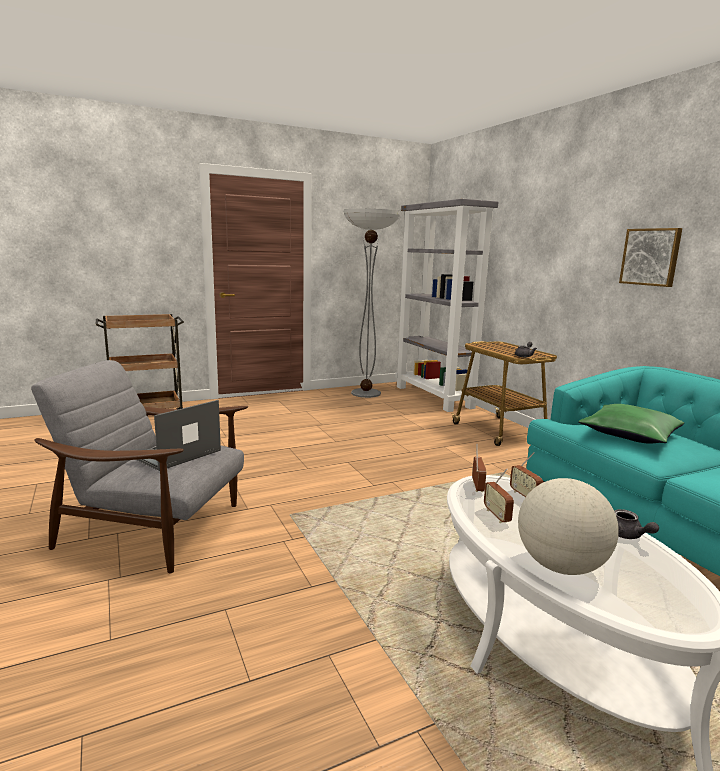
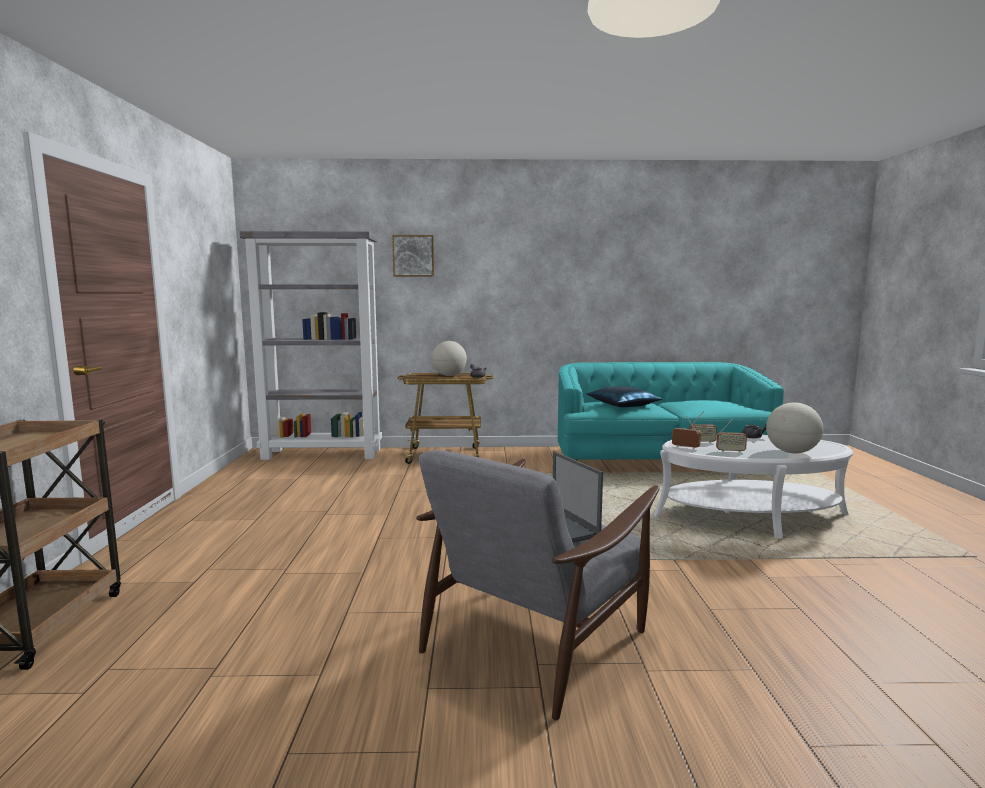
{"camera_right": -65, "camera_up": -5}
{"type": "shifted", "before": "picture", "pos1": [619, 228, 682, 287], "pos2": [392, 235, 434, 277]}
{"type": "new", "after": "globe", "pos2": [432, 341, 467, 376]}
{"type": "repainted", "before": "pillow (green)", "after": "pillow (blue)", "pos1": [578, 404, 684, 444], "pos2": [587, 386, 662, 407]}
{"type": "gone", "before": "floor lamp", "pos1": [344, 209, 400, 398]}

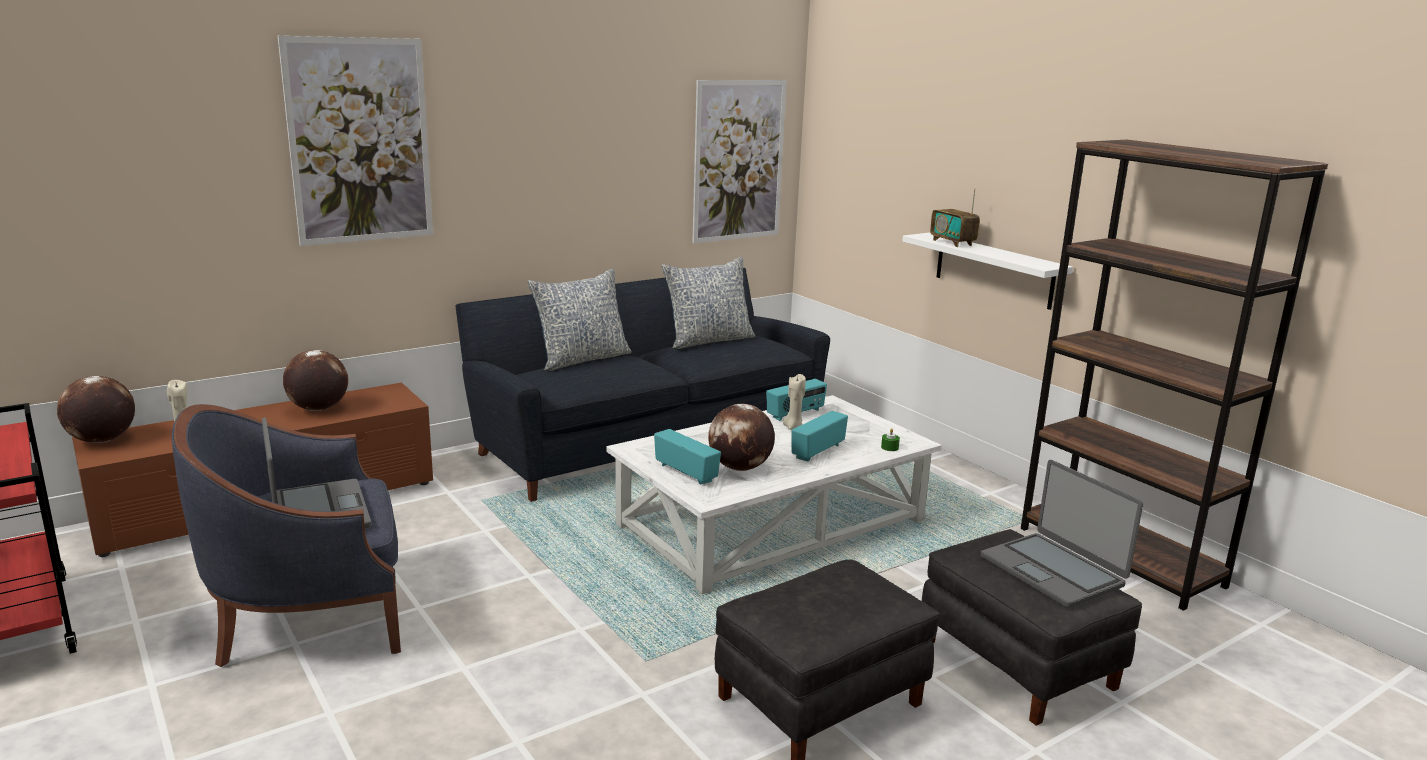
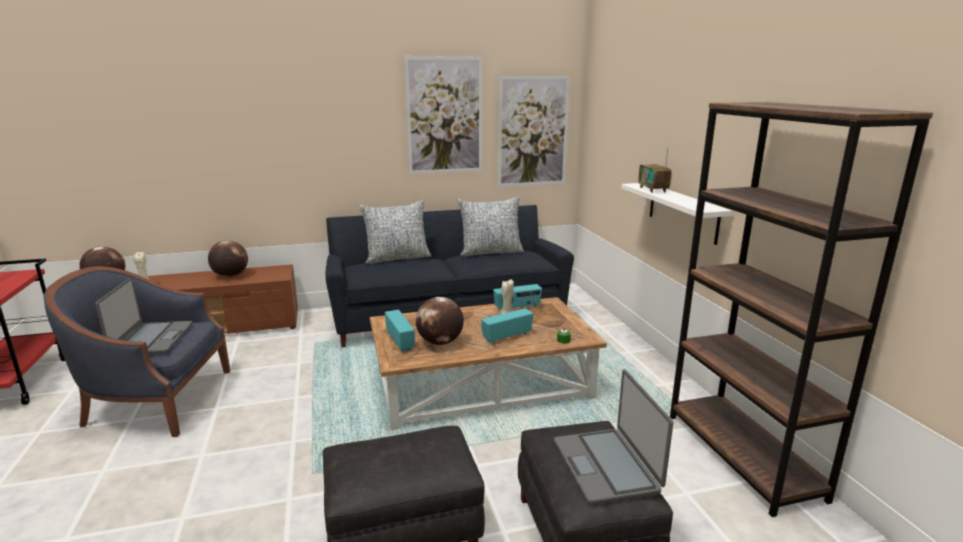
{"camera_right": 20, "camera_up": 0}
{"type": "repainted", "before": "coffee table (white)", "after": "coffee table (brown)", "pos1": [606, 395, 942, 594], "pos2": [370, 297, 607, 430]}
{"type": "shifted", "before": "picture", "pos1": [278, 36, 433, 246], "pos2": [404, 56, 482, 174]}

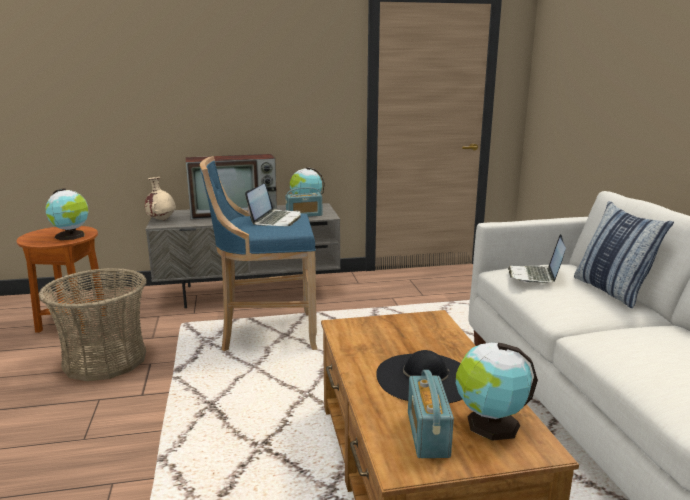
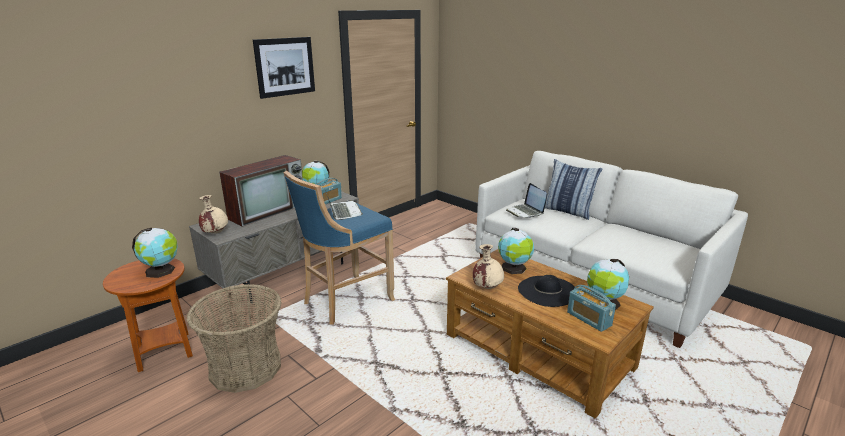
{"camera_right": -35, "camera_up": 5}
{"type": "new", "after": "picture", "pos2": [253, 37, 315, 99]}
{"type": "new", "after": "vase (beige)", "pos2": [473, 244, 504, 289]}
{"type": "new", "after": "globe", "pos2": [498, 228, 534, 274]}

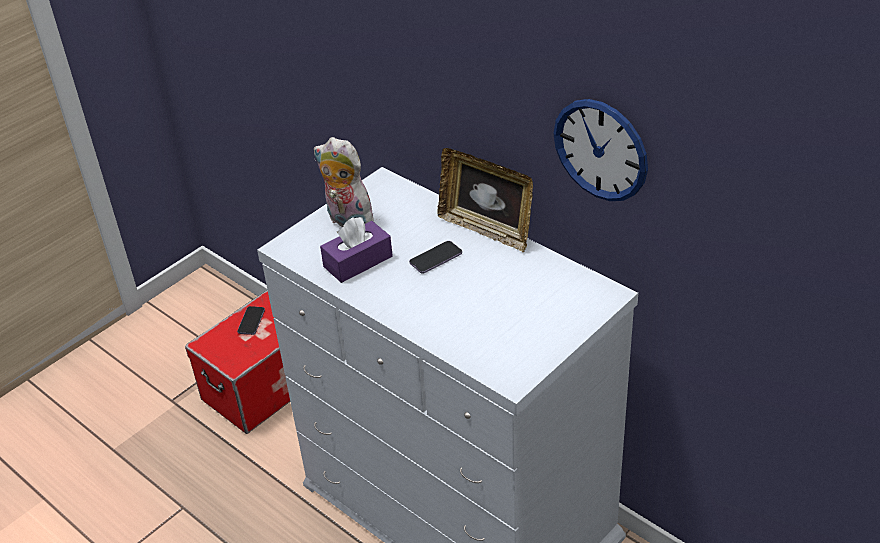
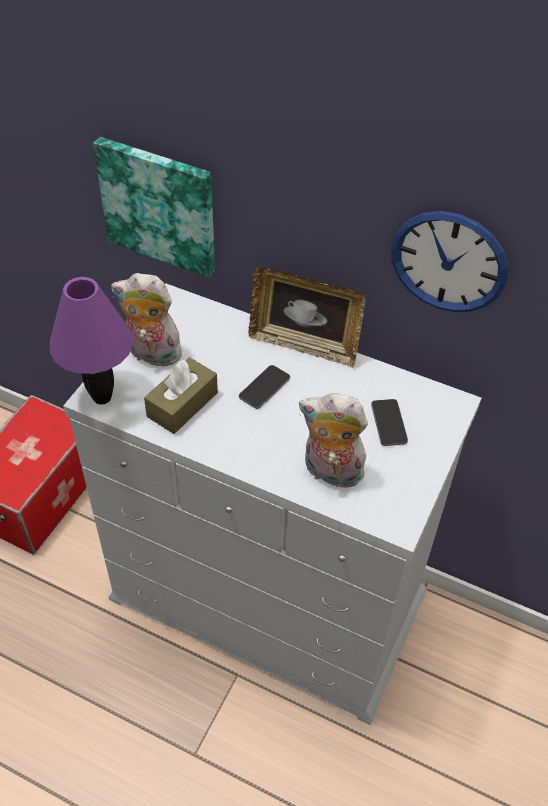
{"camera_right": -20, "camera_up": 10}
{"type": "new", "after": "table lamp (purple)", "pos2": [49, 277, 133, 405]}
{"type": "new", "after": "picture", "pos2": [93, 137, 215, 278]}
{"type": "repainted", "before": "tissue box (purple)", "after": "tissue box (brown)", "pos1": [320, 217, 393, 283], "pos2": [144, 357, 218, 434]}
{"type": "new", "after": "plush toy", "pos2": [299, 393, 368, 488]}
{"type": "shifted", "before": "phone", "pos1": [237, 306, 265, 335], "pos2": [371, 399, 408, 446]}

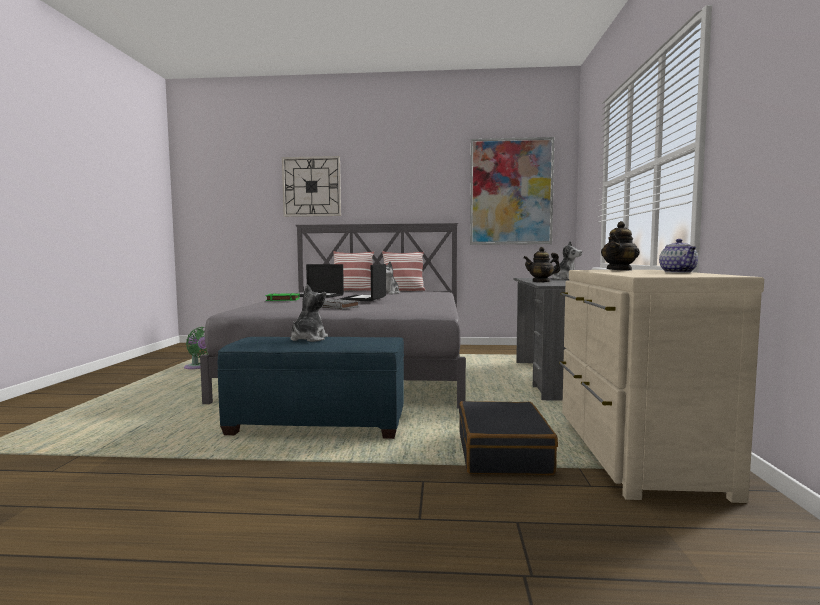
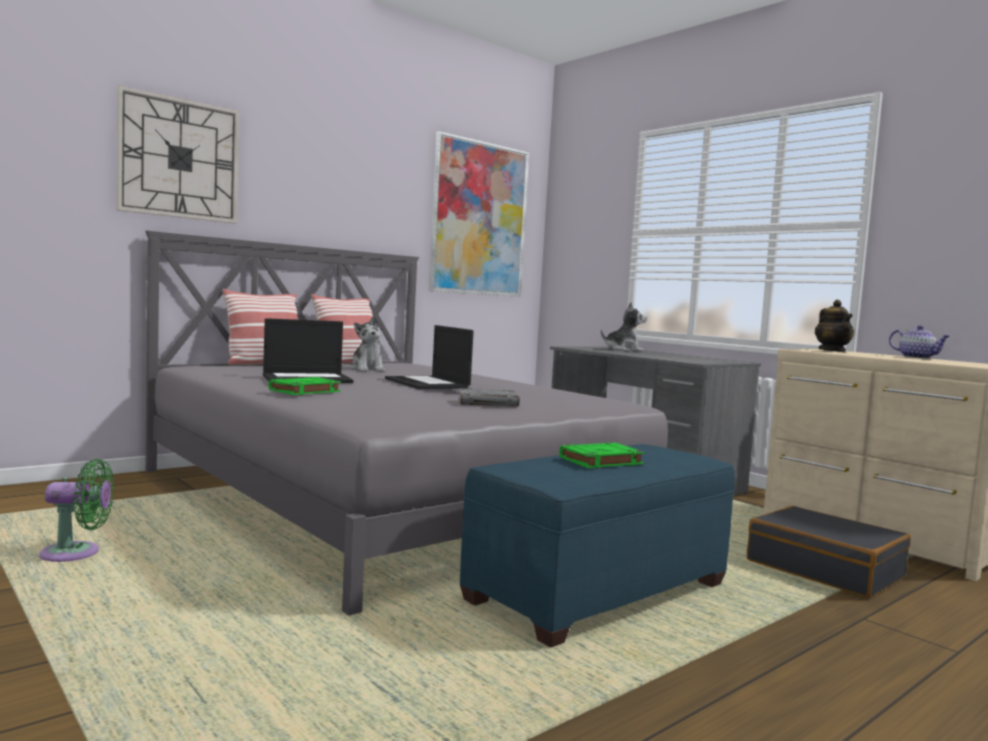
{"camera_right": -45, "camera_up": 0}
{"type": "swapped", "before": "plush toy", "after": "book (green)", "pos1": [290, 284, 328, 342], "pos2": [559, 443, 645, 468]}
{"type": "gone", "before": "teapot", "pos1": [523, 247, 560, 282]}

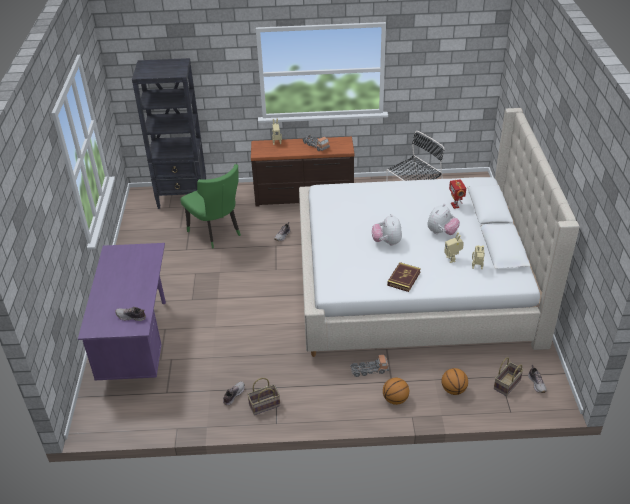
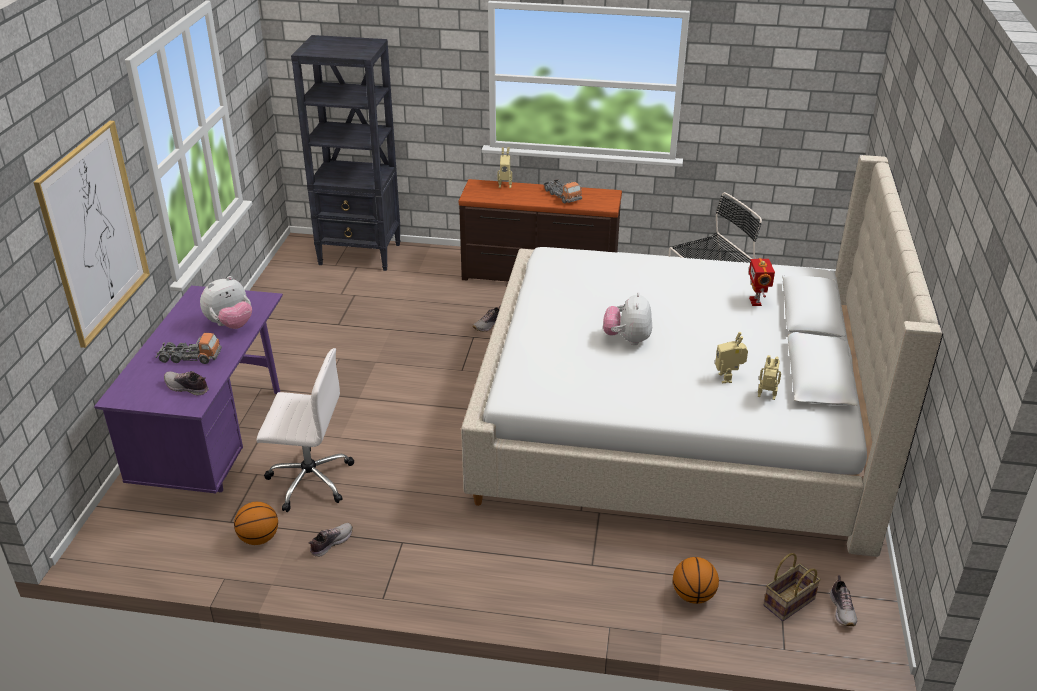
{"camera_right": 10, "camera_up": -5}
{"type": "new", "after": "picture", "pos2": [33, 121, 150, 348]}
{"type": "shifted", "before": "toy truck", "pos1": [350, 355, 389, 377], "pos2": [156, 333, 222, 364]}
{"type": "shifted", "before": "plush toy", "pos1": [427, 204, 460, 235], "pos2": [200, 276, 252, 329]}
{"type": "shifted", "before": "basketball", "pos1": [383, 378, 409, 405], "pos2": [234, 502, 278, 545]}
{"type": "new", "after": "office chair (white)", "pos2": [256, 348, 354, 512]}
{"type": "gone", "before": "chair (green)", "pos1": [181, 164, 241, 248]}
{"type": "gone", "before": "basket", "pos1": [247, 378, 280, 415]}
{"type": "gone", "before": "book", "pos1": [387, 262, 421, 292]}

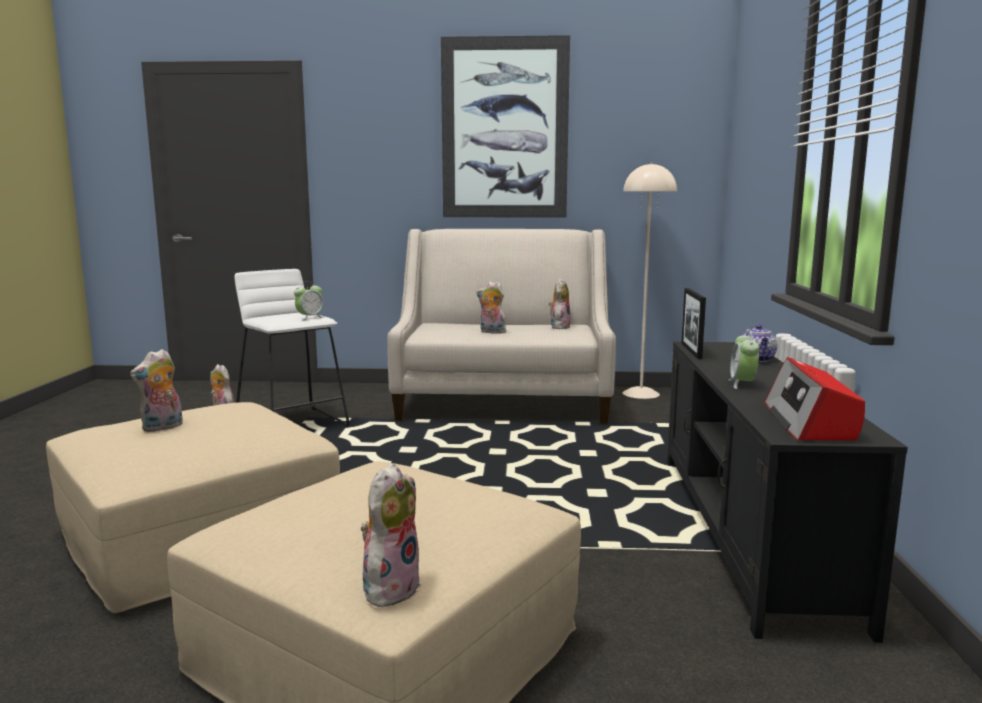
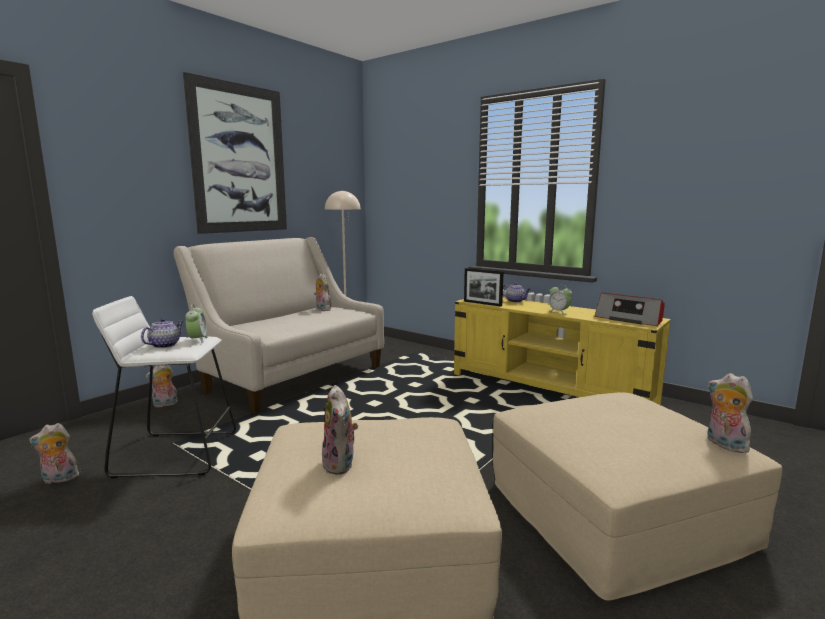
{"camera_right": -55, "camera_up": 0}
{"type": "new", "after": "teapot", "pos2": [141, 318, 183, 348]}
{"type": "shifted", "before": "plush toy", "pos1": [476, 281, 506, 334], "pos2": [145, 365, 178, 407]}
{"type": "repainted", "before": "tv stand (black)", "after": "tv stand (yellow)", "pos1": [667, 342, 908, 643], "pos2": [454, 298, 671, 405]}

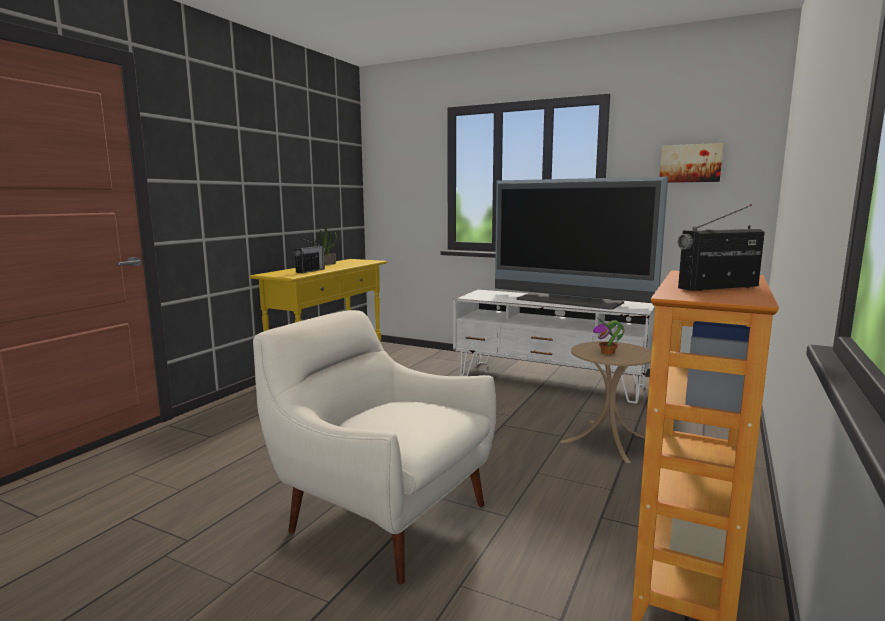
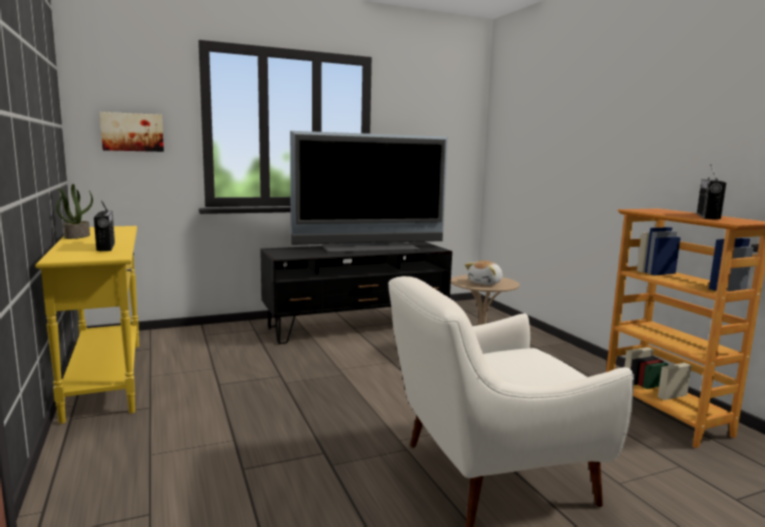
{"camera_right": -50, "camera_up": 0}
{"type": "shifted", "before": "picture", "pos1": [660, 143, 723, 183], "pos2": [100, 112, 164, 152]}
{"type": "repainted", "before": "tv stand (white)", "after": "tv stand (black)", "pos1": [453, 290, 655, 404], "pos2": [260, 242, 452, 344]}
{"type": "swapped", "before": "potted plant", "after": "plush toy", "pos1": [593, 319, 624, 355], "pos2": [465, 261, 503, 285]}

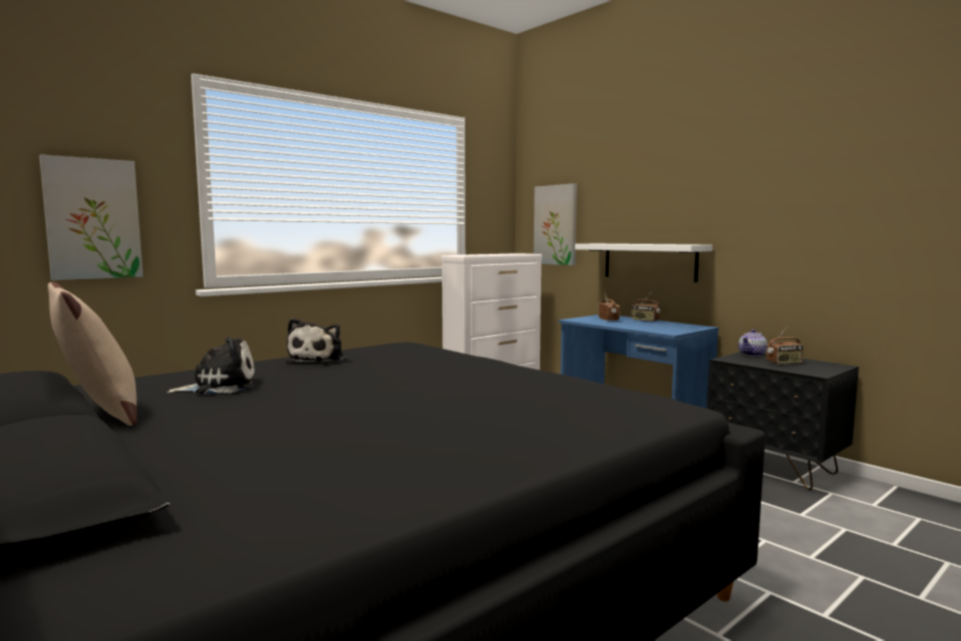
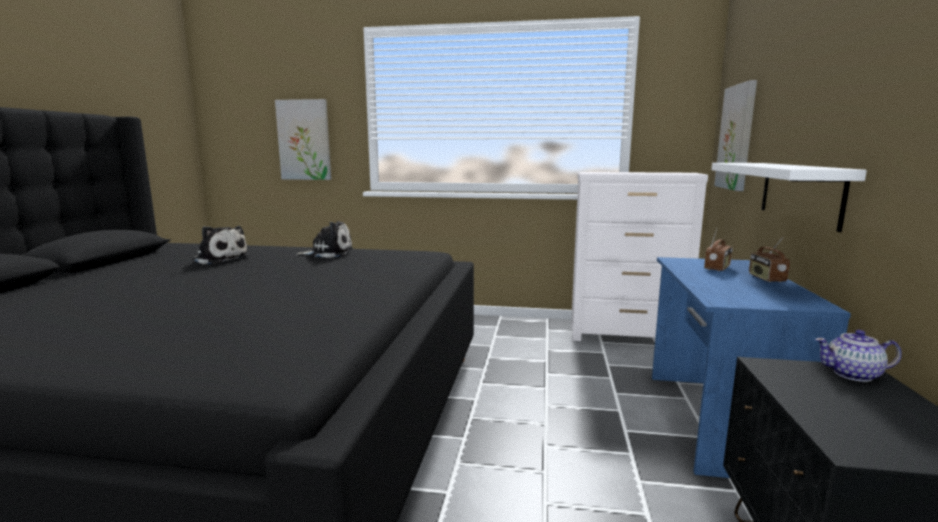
{"camera_right": 50, "camera_up": 5}
{"type": "rotated", "before": "plush toy", "pos1": [286, 318, 345, 363], "pos2": [296, 221, 353, 258], "turn": -150}
{"type": "gone", "before": "pillow (beige)", "pos1": [48, 282, 137, 426]}
{"type": "gone", "before": "radio", "pos1": [766, 326, 803, 365]}

